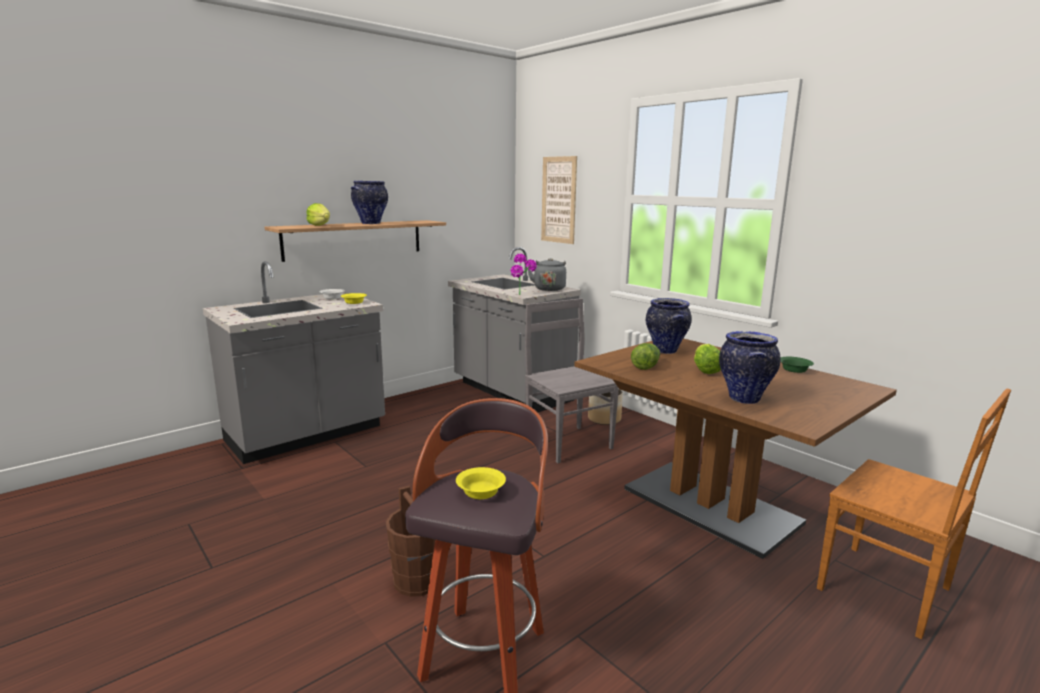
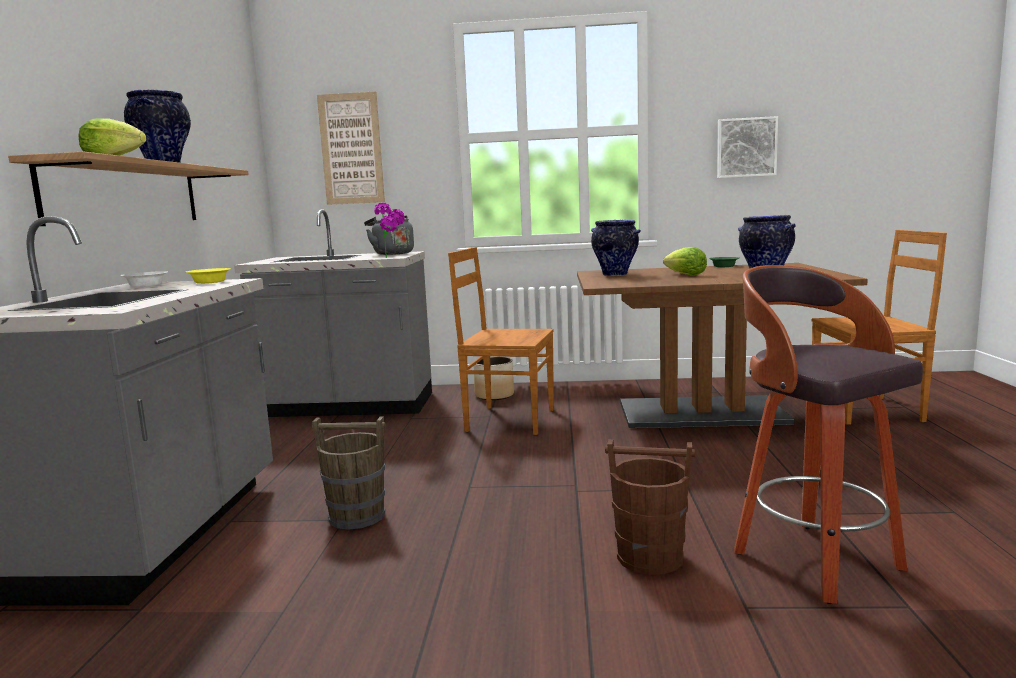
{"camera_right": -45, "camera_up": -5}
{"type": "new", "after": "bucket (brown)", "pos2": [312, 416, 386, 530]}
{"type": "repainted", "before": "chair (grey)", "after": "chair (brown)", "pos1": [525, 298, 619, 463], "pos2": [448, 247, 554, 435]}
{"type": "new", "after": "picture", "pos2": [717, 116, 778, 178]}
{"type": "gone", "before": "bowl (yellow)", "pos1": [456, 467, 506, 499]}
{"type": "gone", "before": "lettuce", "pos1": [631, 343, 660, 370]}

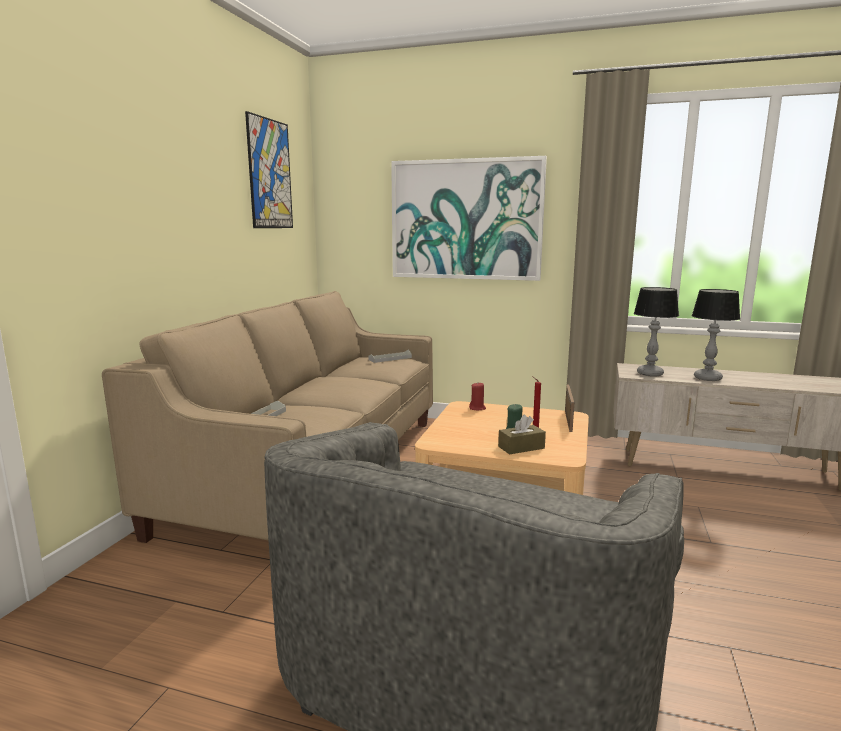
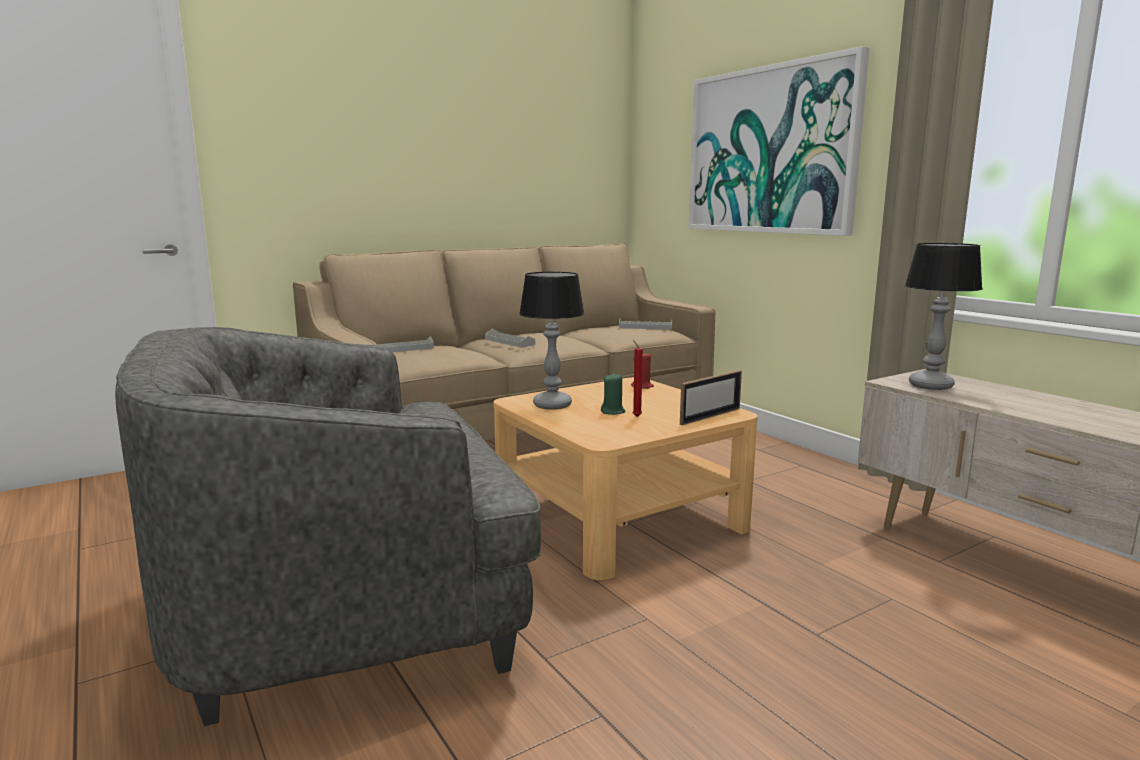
{"camera_right": 40, "camera_up": 0}
{"type": "new", "after": "tray (grey)", "pos2": [485, 329, 535, 348]}
{"type": "shifted", "before": "table lamp", "pos1": [692, 289, 740, 381], "pos2": [519, 272, 585, 410]}
{"type": "gone", "before": "picture", "pos1": [245, 111, 293, 228]}
{"type": "gone", "before": "tissue box (brown)", "pos1": [498, 415, 546, 454]}

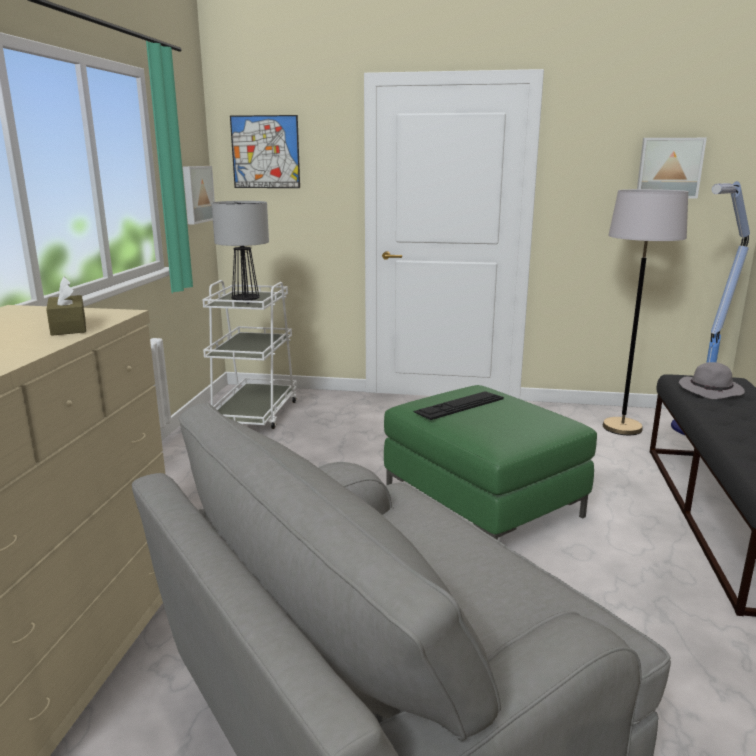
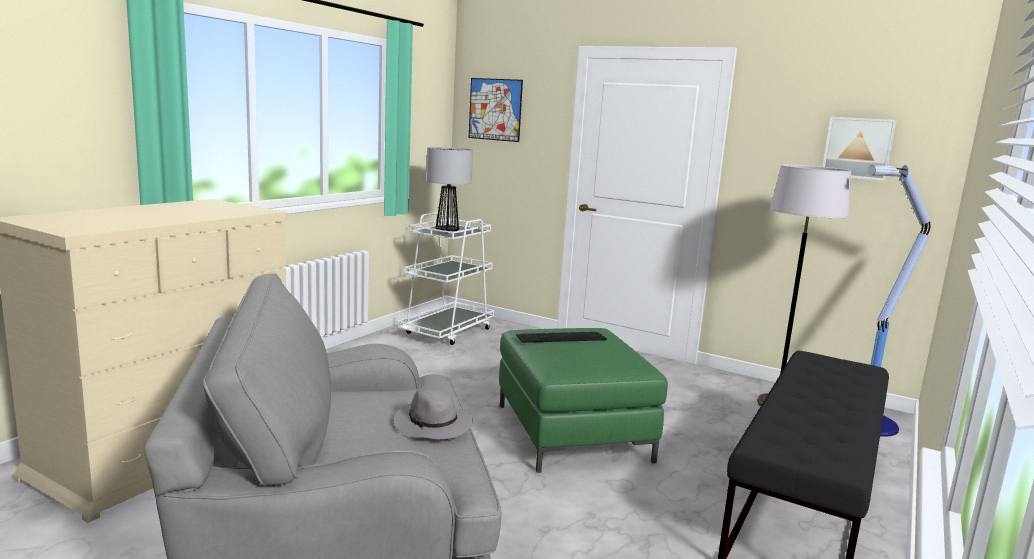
{"camera_right": 20, "camera_up": -5}
{"type": "shifted", "before": "hat (grey)", "pos1": [679, 362, 745, 399], "pos2": [394, 385, 473, 439]}
{"type": "gone", "before": "tissue box (brown)", "pos1": [46, 276, 86, 336]}
{"type": "gone", "before": "picture", "pos1": [183, 166, 215, 224]}

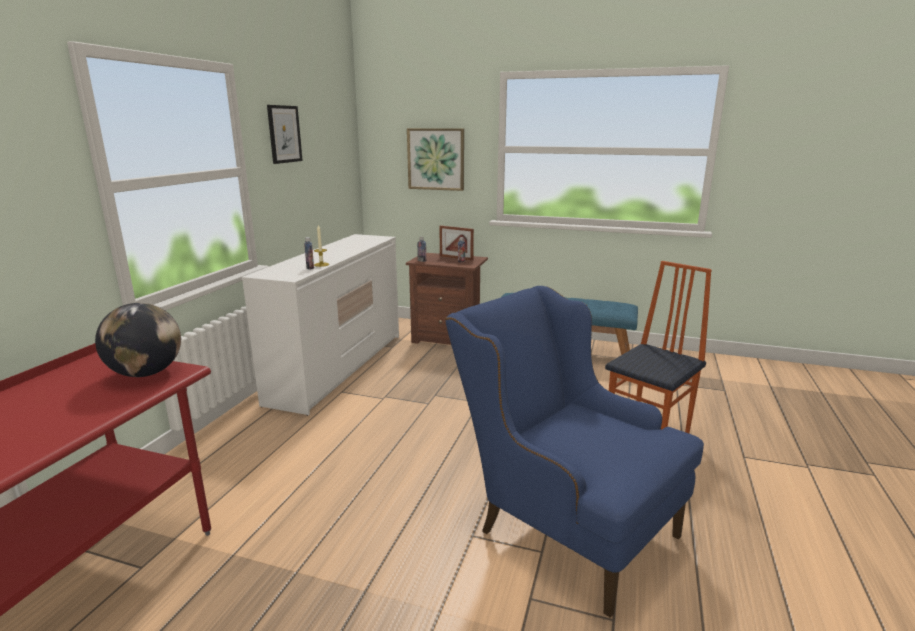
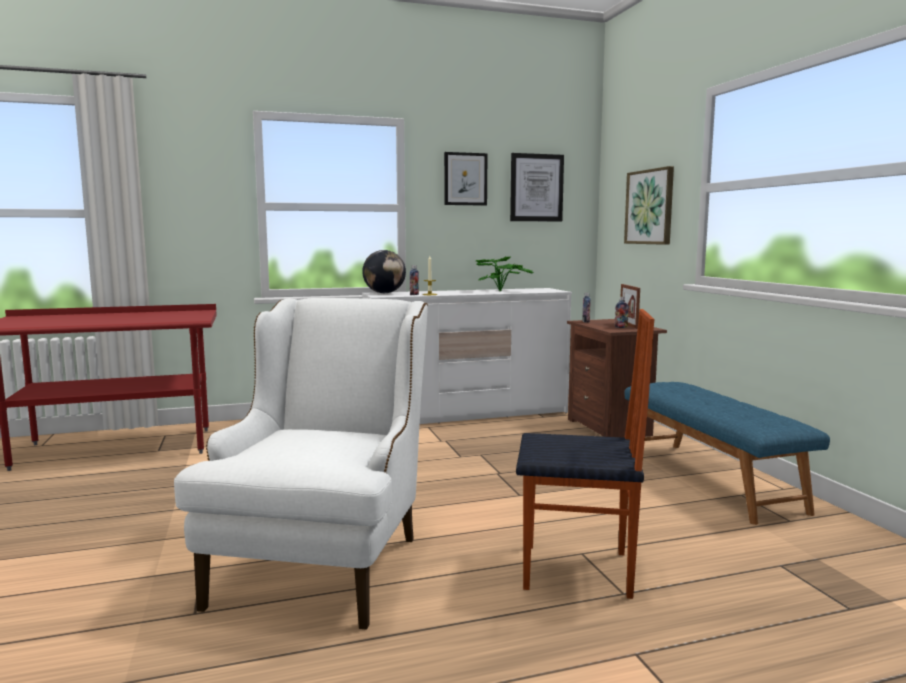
{"camera_right": 55, "camera_up": -10}
{"type": "repainted", "before": "armchair (blue)", "after": "armchair (white)", "pos1": [445, 286, 704, 618], "pos2": [174, 298, 428, 630]}
{"type": "shifted", "before": "globe", "pos1": [95, 303, 181, 377], "pos2": [362, 250, 406, 293]}
{"type": "new", "after": "potted plant", "pos2": [475, 256, 533, 291]}
{"type": "new", "after": "picture", "pos2": [510, 153, 564, 222]}

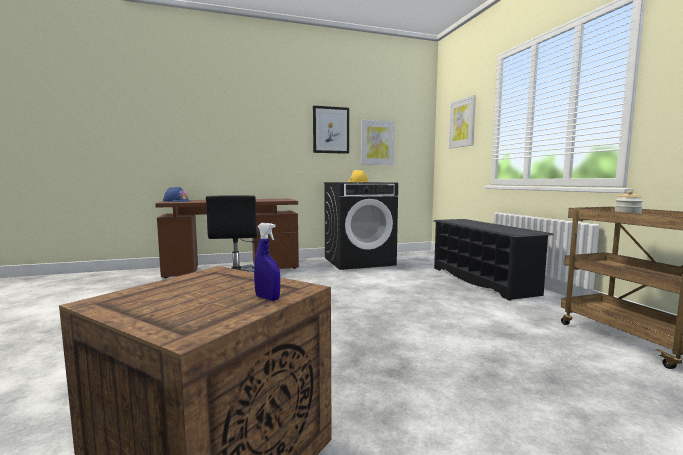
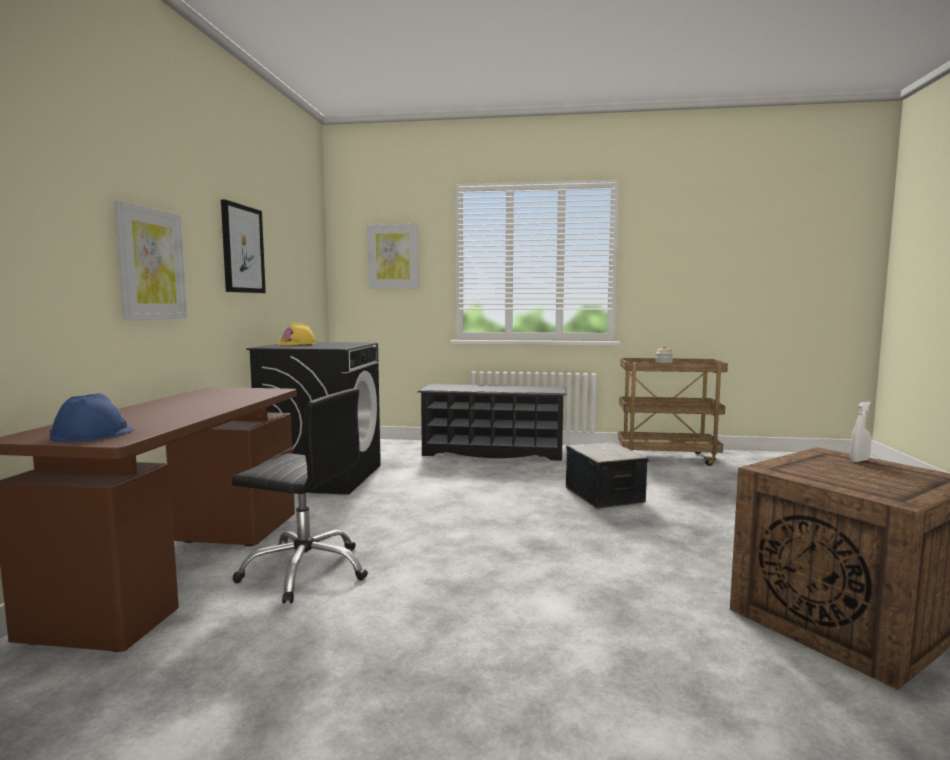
{"camera_right": -65, "camera_up": 0}
{"type": "shifted", "before": "picture", "pos1": [361, 120, 394, 165], "pos2": [114, 200, 187, 321]}
{"type": "new", "after": "storage box", "pos2": [566, 442, 649, 509]}
{"type": "repainted", "before": "spray bottle (blue)", "after": "spray bottle (white)", "pos1": [254, 223, 280, 301], "pos2": [850, 402, 871, 462]}

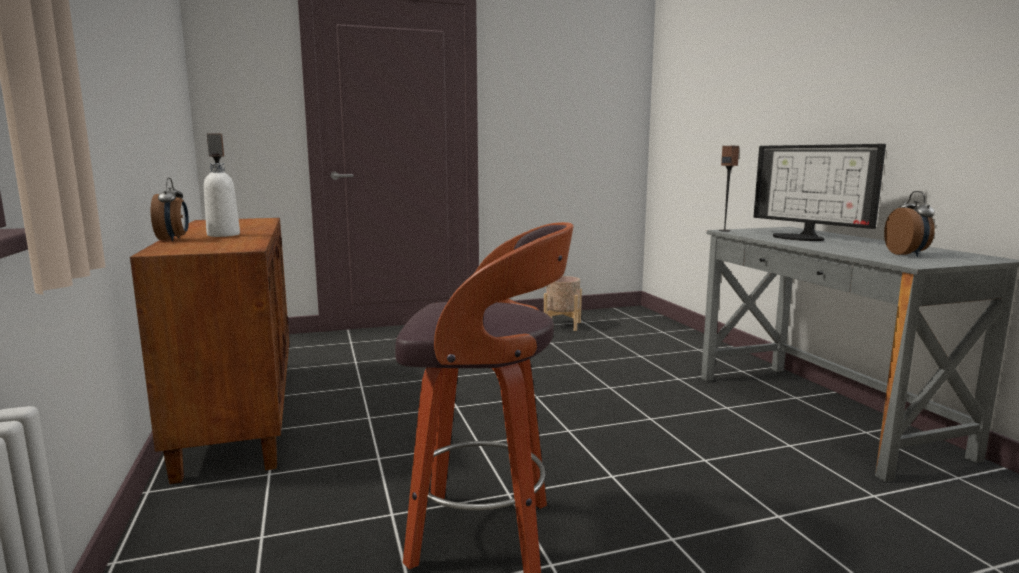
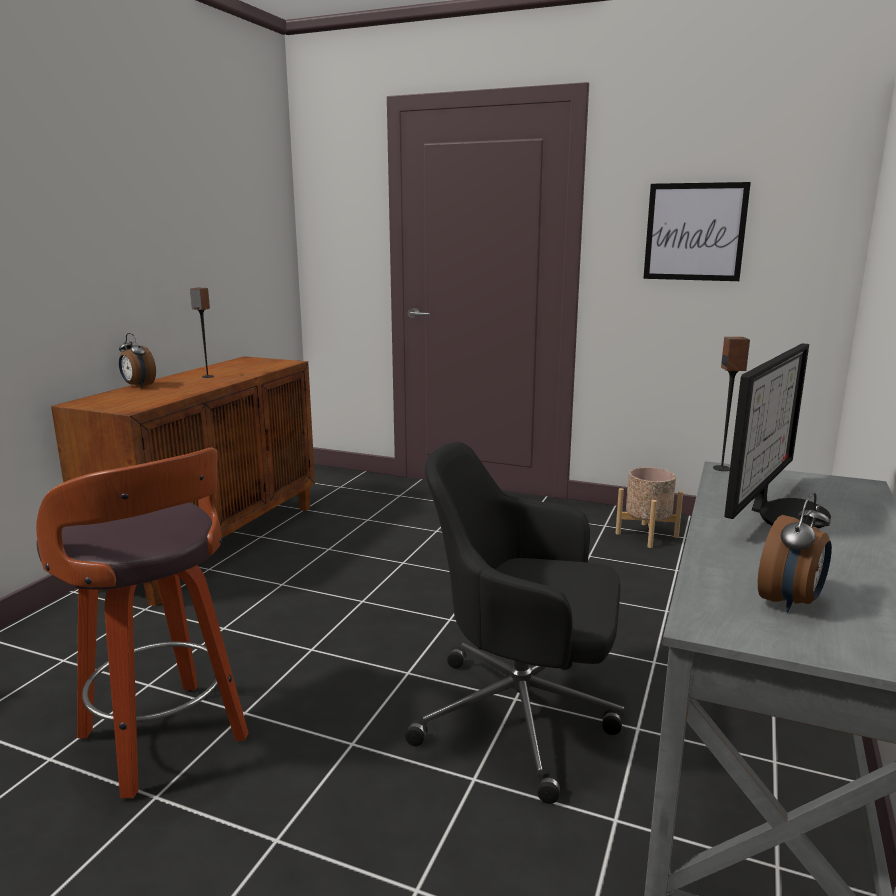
{"camera_right": 40, "camera_up": 5}
{"type": "rotated", "before": "alarm clock", "pos1": [151, 178, 189, 241], "pos2": [119, 333, 156, 388], "turn": 105}
{"type": "new", "after": "office chair (black)", "pos2": [405, 441, 624, 804]}
{"type": "new", "after": "picture", "pos2": [643, 182, 751, 281]}
{"type": "rotated", "before": "monitor", "pos1": [753, 144, 886, 241], "pos2": [724, 343, 831, 529], "turn": -150}
{"type": "gone", "before": "bottle (white)", "pos1": [204, 163, 240, 237]}

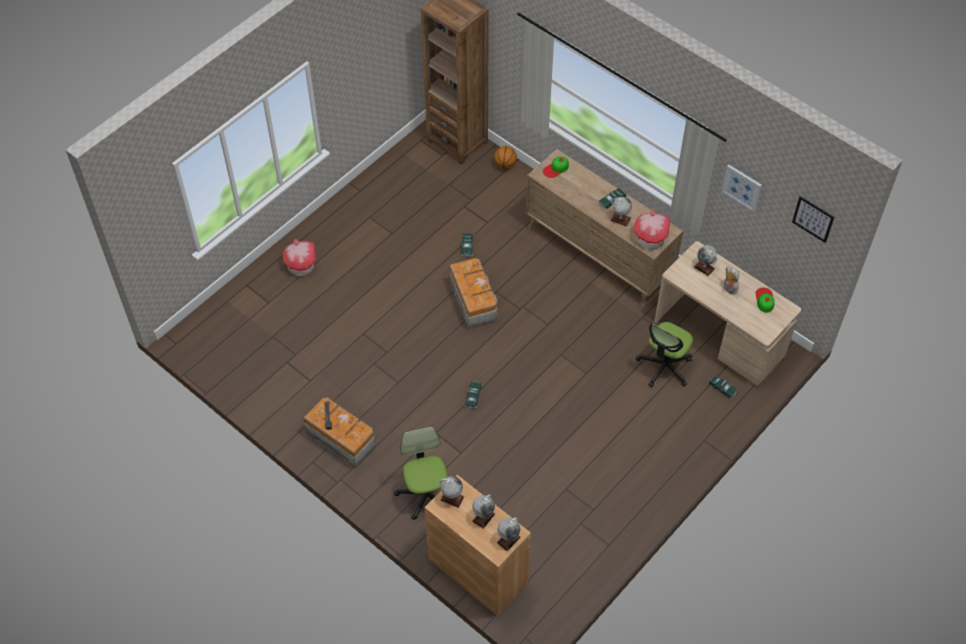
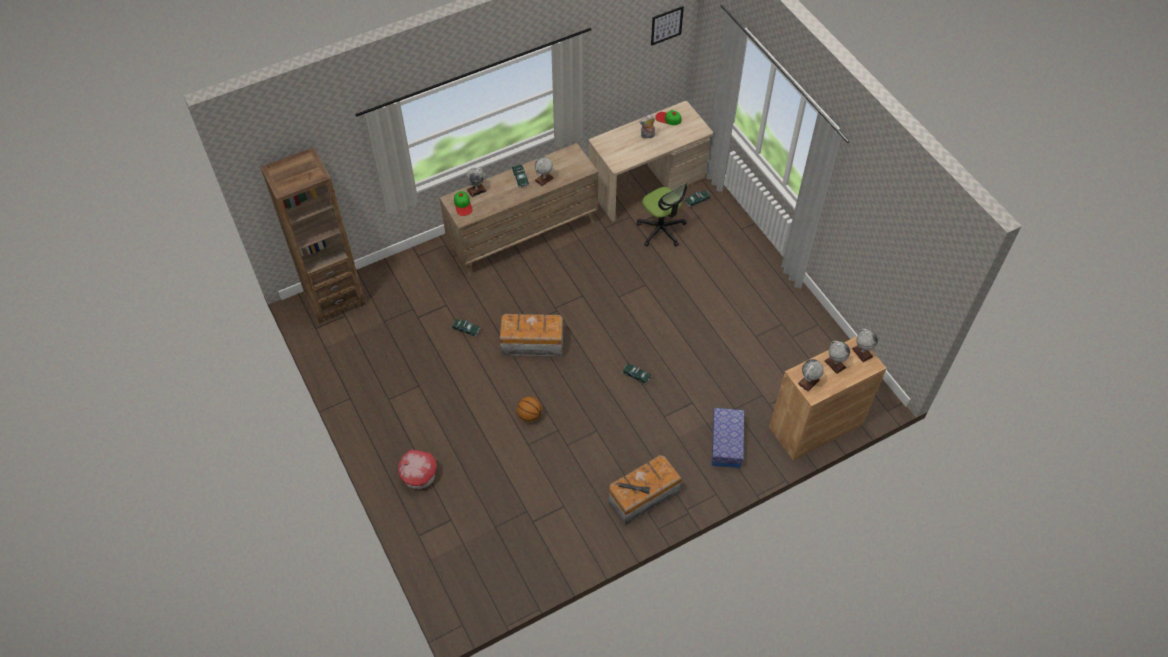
{"camera_right": -70, "camera_up": 0}
{"type": "shifted", "before": "globe", "pos1": [694, 245, 717, 276], "pos2": [466, 168, 487, 197]}
{"type": "shifted", "before": "basketball", "pos1": [494, 146, 517, 169], "pos2": [517, 396, 542, 422]}
{"type": "swapped", "before": "office chair", "after": "storage box", "pos1": [394, 427, 448, 520], "pos2": [711, 408, 744, 468]}
{"type": "gone", "before": "toy house", "pos1": [634, 209, 670, 250]}
{"type": "gone", "before": "picture", "pos1": [722, 165, 762, 212]}

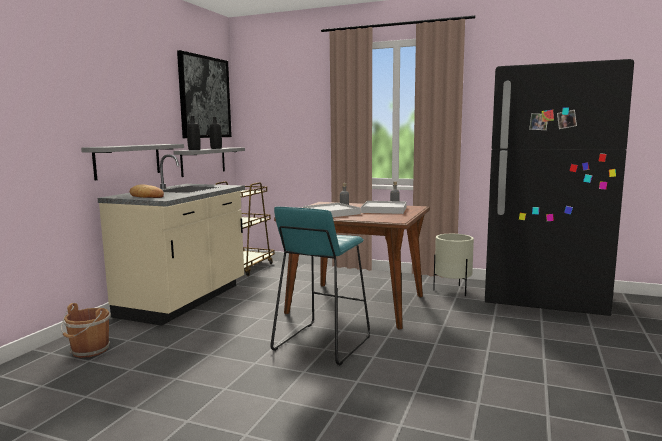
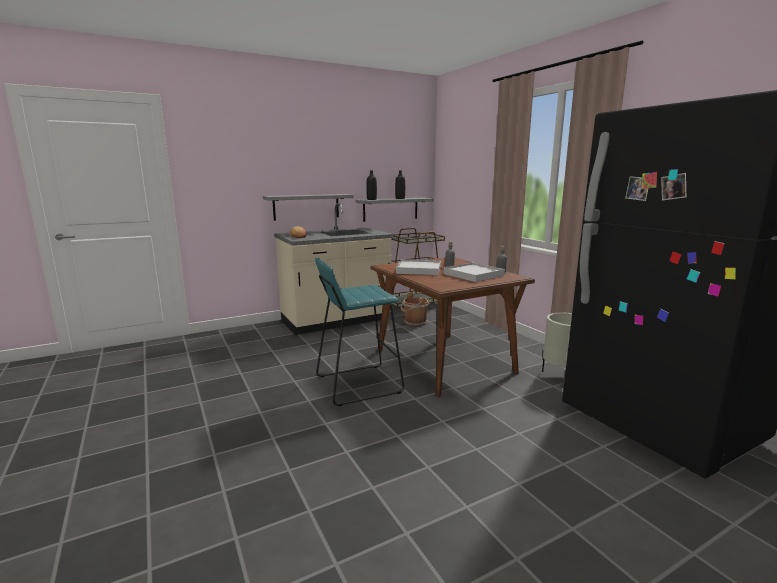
{"camera_right": 40, "camera_up": 5}
{"type": "shifted", "before": "bucket (brown)", "pos1": [61, 303, 111, 358], "pos2": [401, 292, 430, 327]}
{"type": "gone", "before": "picture", "pos1": [177, 50, 232, 138]}

